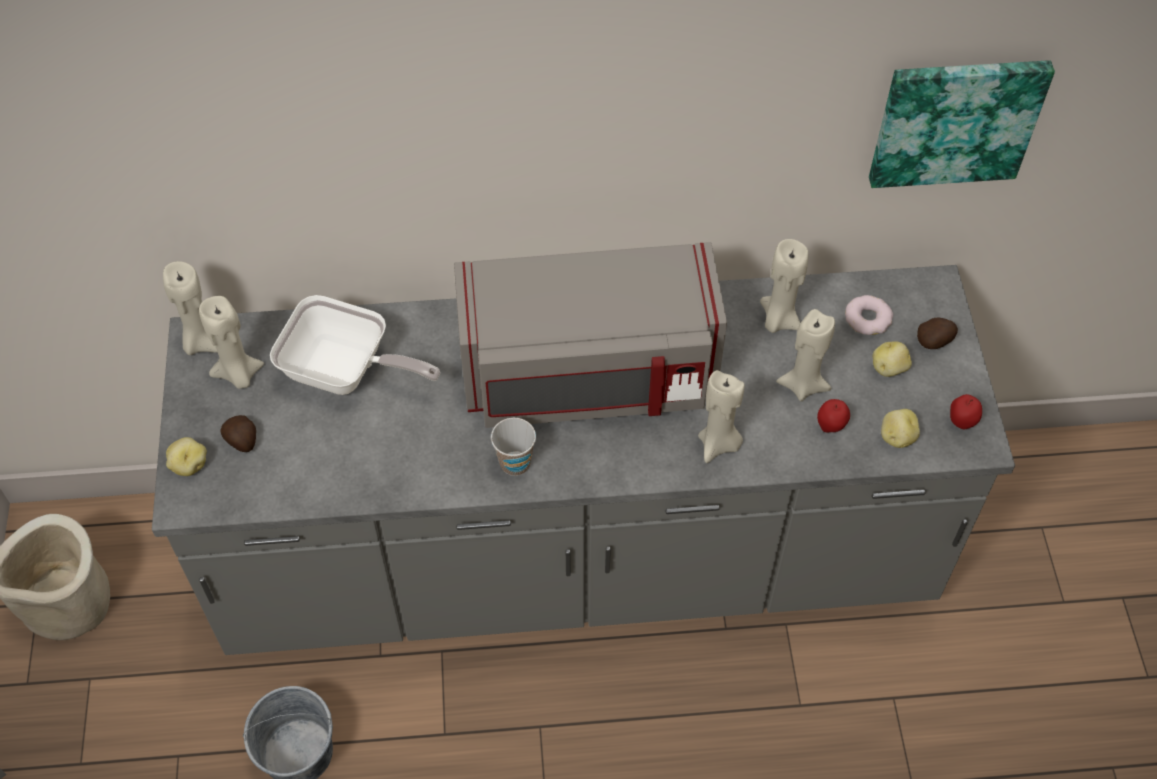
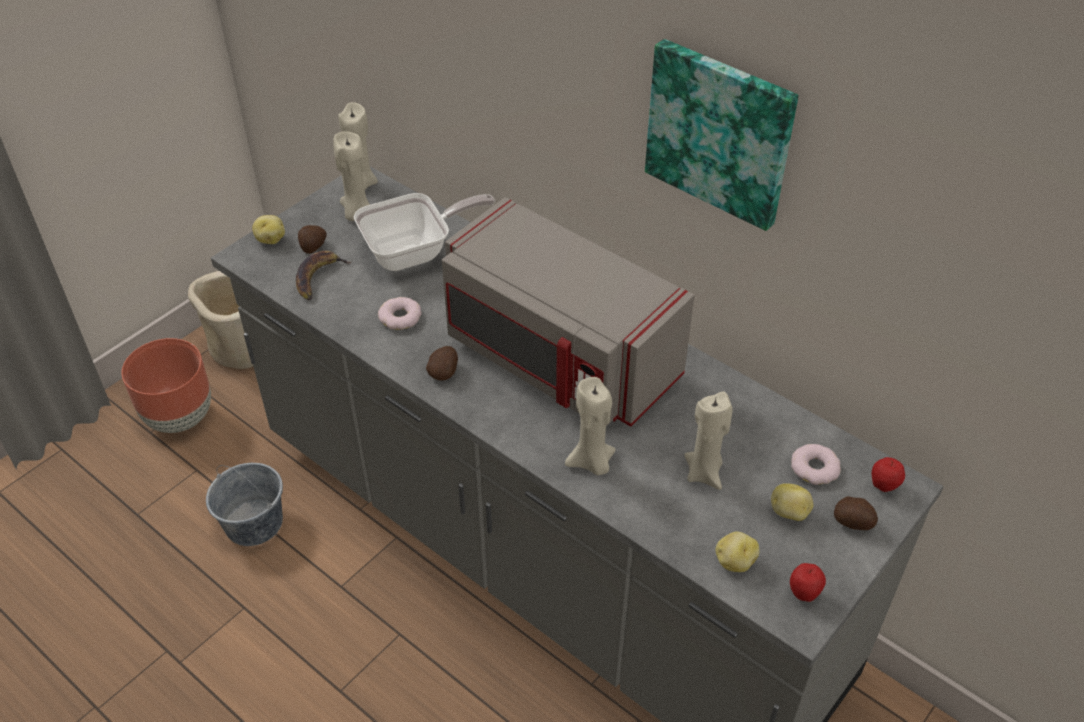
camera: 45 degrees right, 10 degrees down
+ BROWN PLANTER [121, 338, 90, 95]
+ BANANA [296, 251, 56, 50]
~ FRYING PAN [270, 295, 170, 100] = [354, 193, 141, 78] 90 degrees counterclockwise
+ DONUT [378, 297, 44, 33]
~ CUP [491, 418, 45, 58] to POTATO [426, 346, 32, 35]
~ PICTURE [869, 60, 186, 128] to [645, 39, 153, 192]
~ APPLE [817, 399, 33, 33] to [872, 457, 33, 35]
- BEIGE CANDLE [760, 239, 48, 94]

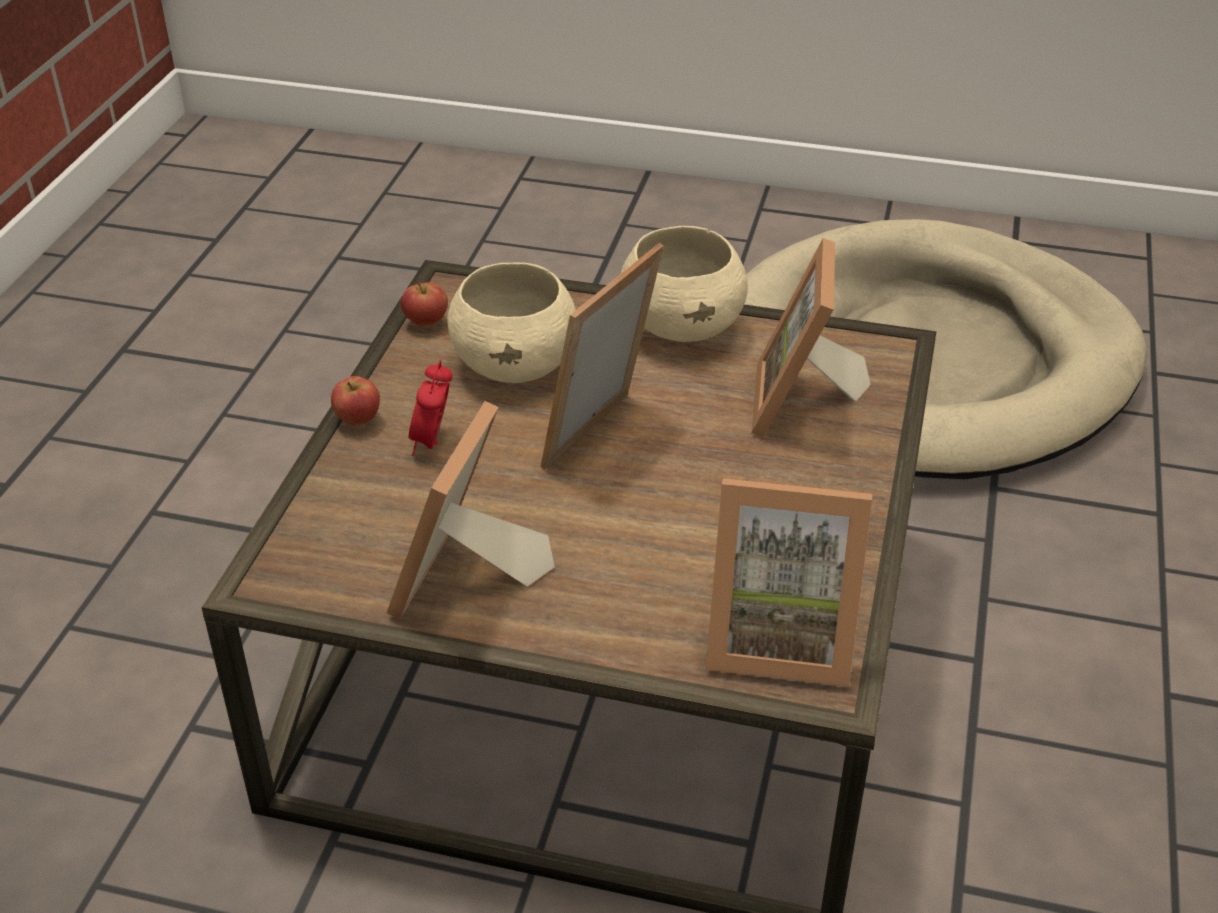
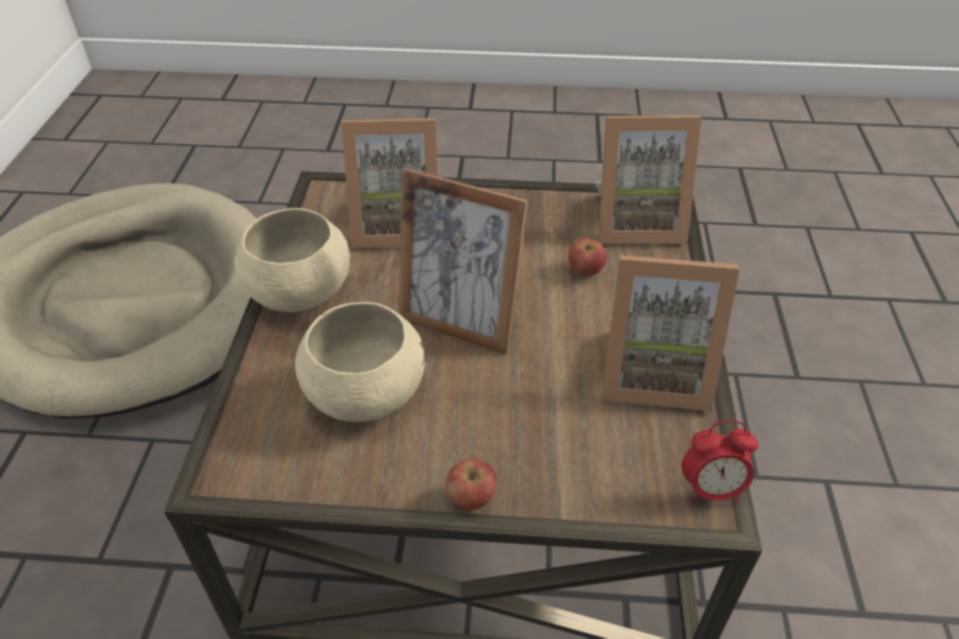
camera: 100 degrees left, 5 degrees up
~ APPLE [401, 281, 47, 45] to [568, 238, 39, 39]
~ PICTURE FRAME [706, 478, 166, 209] = [595, 115, 107, 128] 90 degrees clockwise
~ ALARM CLOCK [408, 360, 45, 96] to [682, 420, 76, 84]

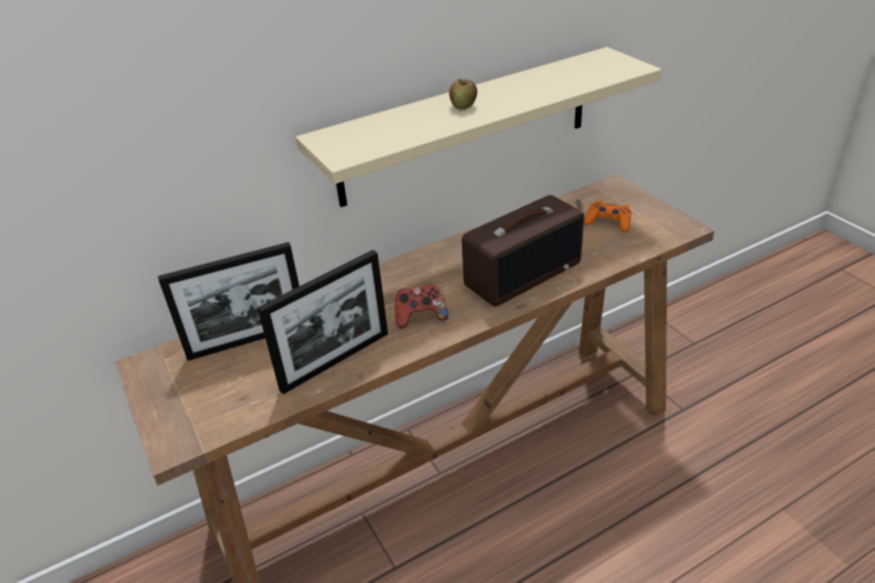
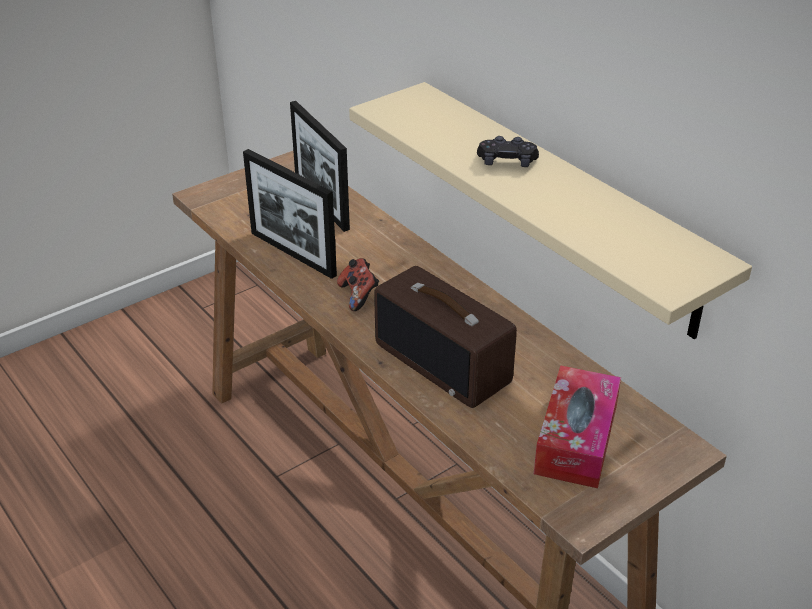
camera: 80 degrees right, 0 degrees up
~ APPLE [449, 79, 28, 31] to BLACK GAME CONTROLLER [477, 136, 62, 31]
~ ORANGE GAME CONTROLLER [584, 201, 47, 31] to TISSUE BOX [534, 365, 87, 123]

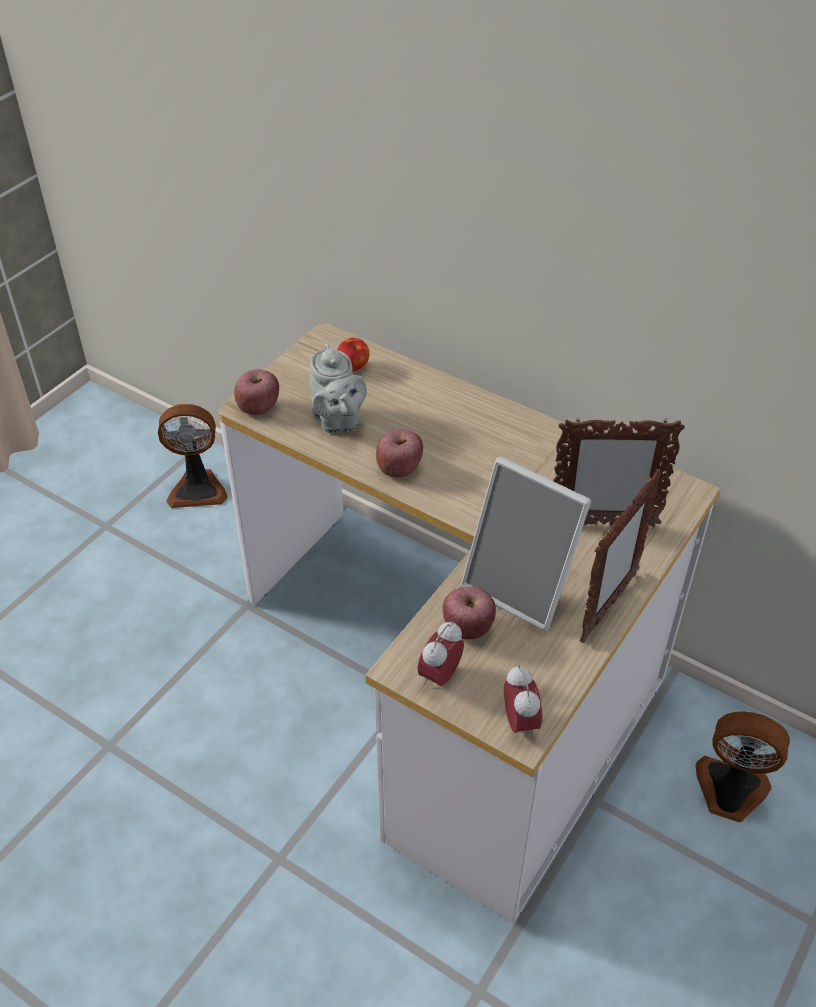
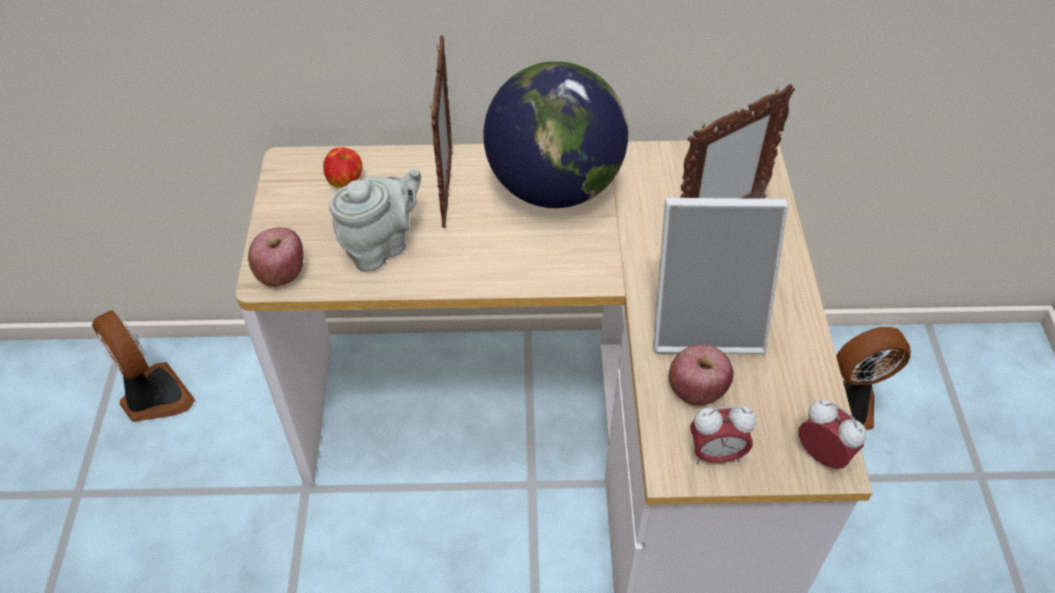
camera: 35 degrees left, 5 degrees up
~ FAN [158, 404, 70, 104] = [92, 310, 103, 112] 90 degrees counterclockwise
~ GREY TEAPOT [309, 344, 58, 89] = [329, 168, 92, 104] 75 degrees counterclockwise
~ PICTURE FRAME [580, 468, 82, 175] to [431, 35, 21, 193]
+ GLOBE [483, 61, 145, 147]
~ ALARM CLOCK [417, 621, 47, 65] = [690, 406, 66, 58] 90 degrees counterclockwise
- APPLE [376, 429, 47, 48]

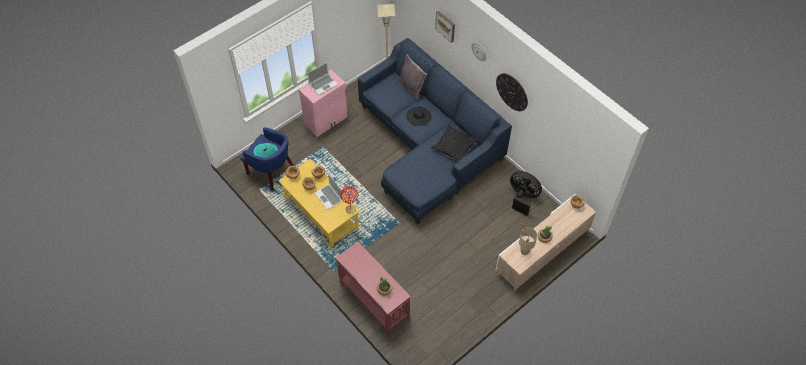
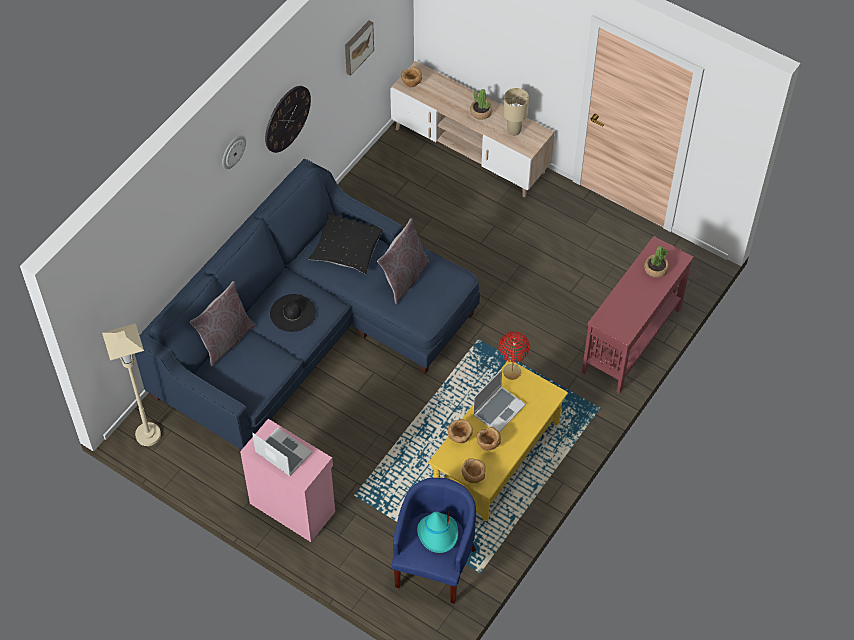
camera: 105 degrees left, 0 degrees up
~ PICTURE [435, 11, 20, 32] to [345, 20, 29, 56]
+ GREY PILLOW [377, 218, 53, 86]
- BLACK FAN [510, 171, 32, 45]

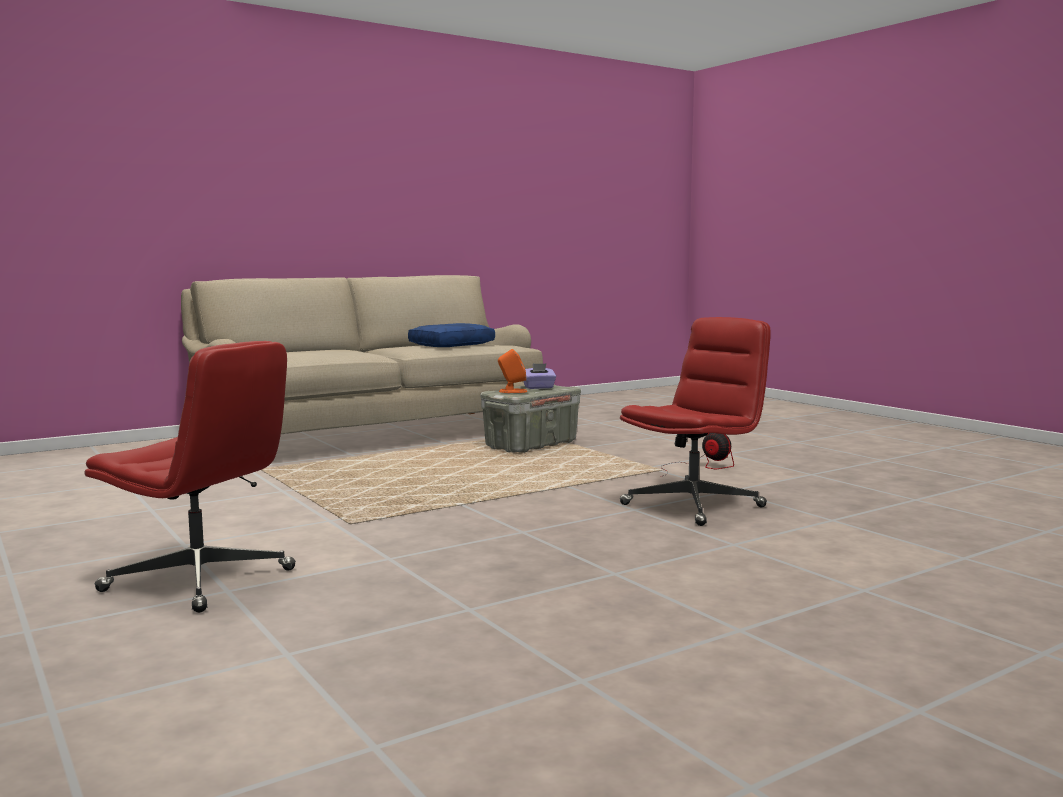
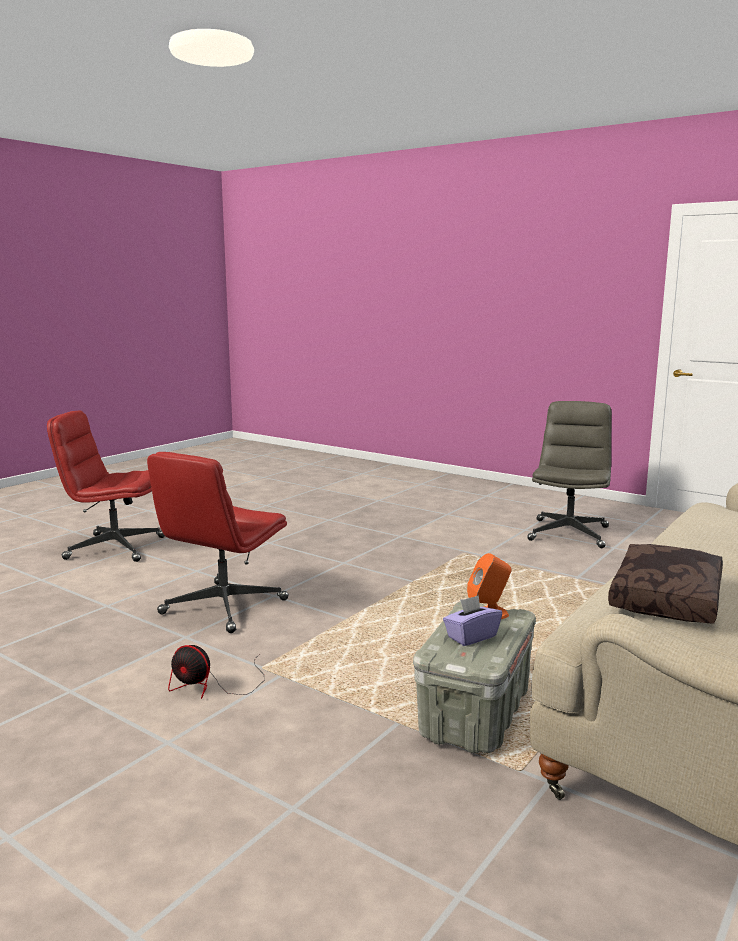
camera: 160 degrees right, 5 degrees up
~ RED OFFICE CHAIR [85, 341, 211, 272] to [47, 411, 118, 151]
+ GREY OFFICE CHAIR [528, 401, 84, 147]
~ BLUE PILLOW [408, 323, 87, 24] to BROWN PILLOW [608, 544, 115, 80]

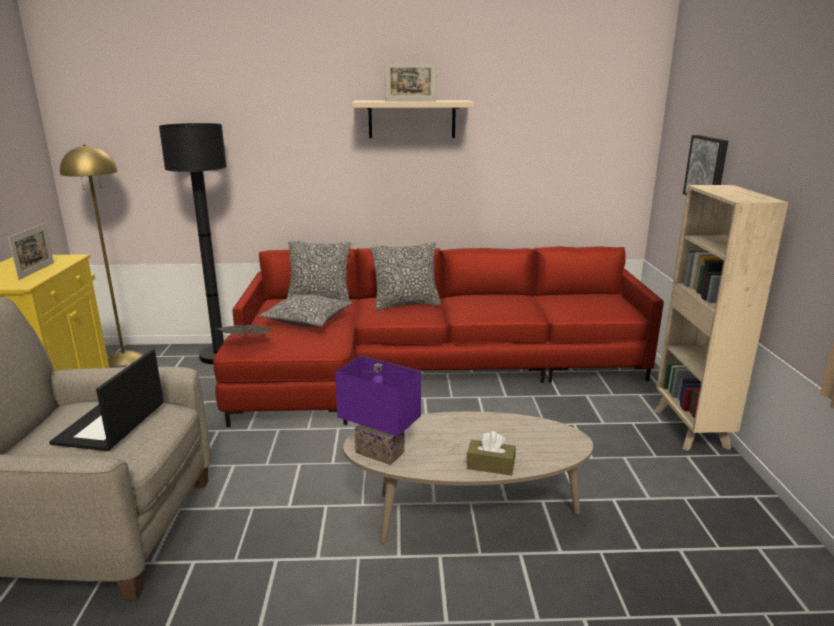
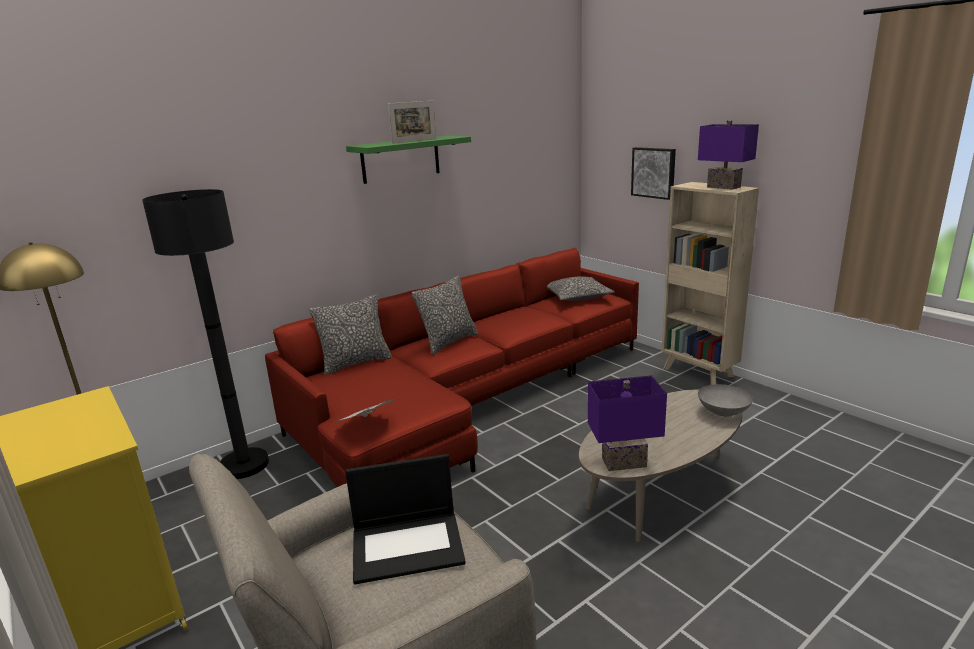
camera: 35 degrees left, 0 degrees up
~ LAPTOP [49, 349, 115, 102] = [345, 454, 121, 131] 75 degrees counterclockwise
~ BEIGE SHELF [352, 100, 122, 38] to GREEN SHELF [346, 136, 125, 48]
~ PILLOW [258, 294, 95, 33] to [547, 276, 68, 25]
+ PURPLE TABLE LAMP [698, 120, 61, 70]
+ GREY BOWL [698, 384, 55, 33]
- PICTURE FRAME [8, 223, 46, 57]
- BROWN TISSUE BOX [467, 431, 49, 45]

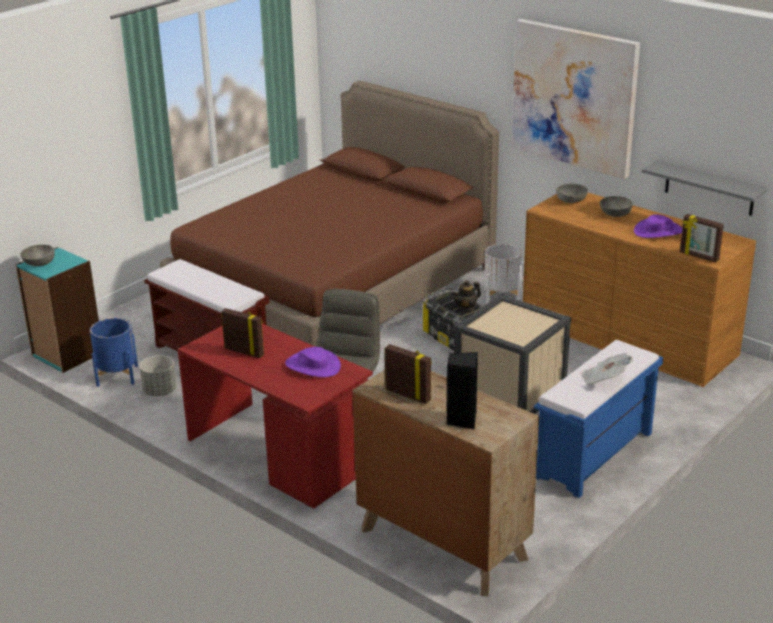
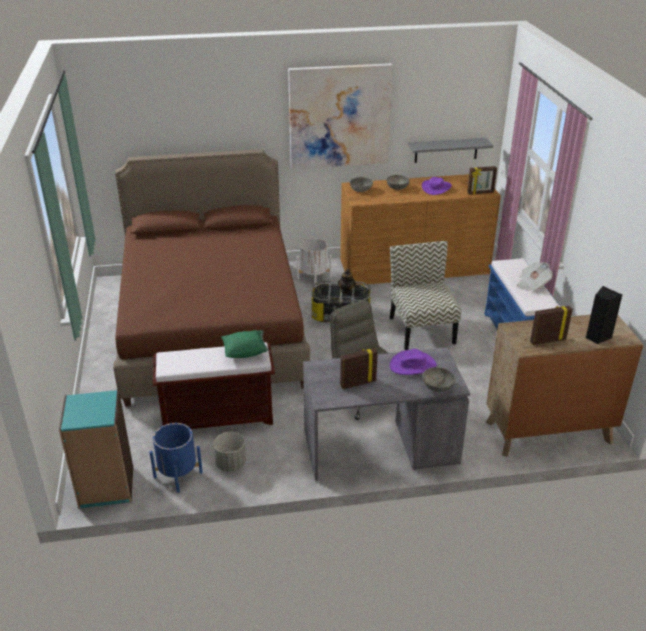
camera: 50 degrees left, 5 degrees up
+ GREEN PILLOW [221, 330, 47, 28]
~ RED DESK [178, 324, 195, 185] to GREY DESK [303, 348, 167, 133]
~ BEIGE STORAGE BOX [454, 294, 117, 120] to CHAIR [390, 241, 71, 109]
~ GREY BOWL [20, 245, 35, 21] to [423, 367, 32, 25]

